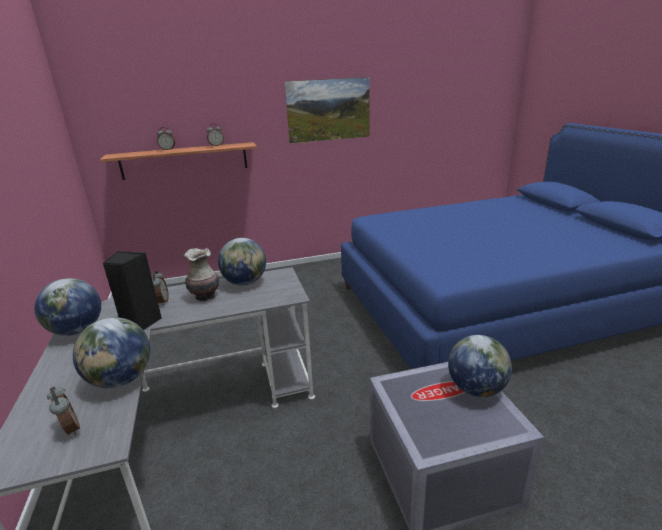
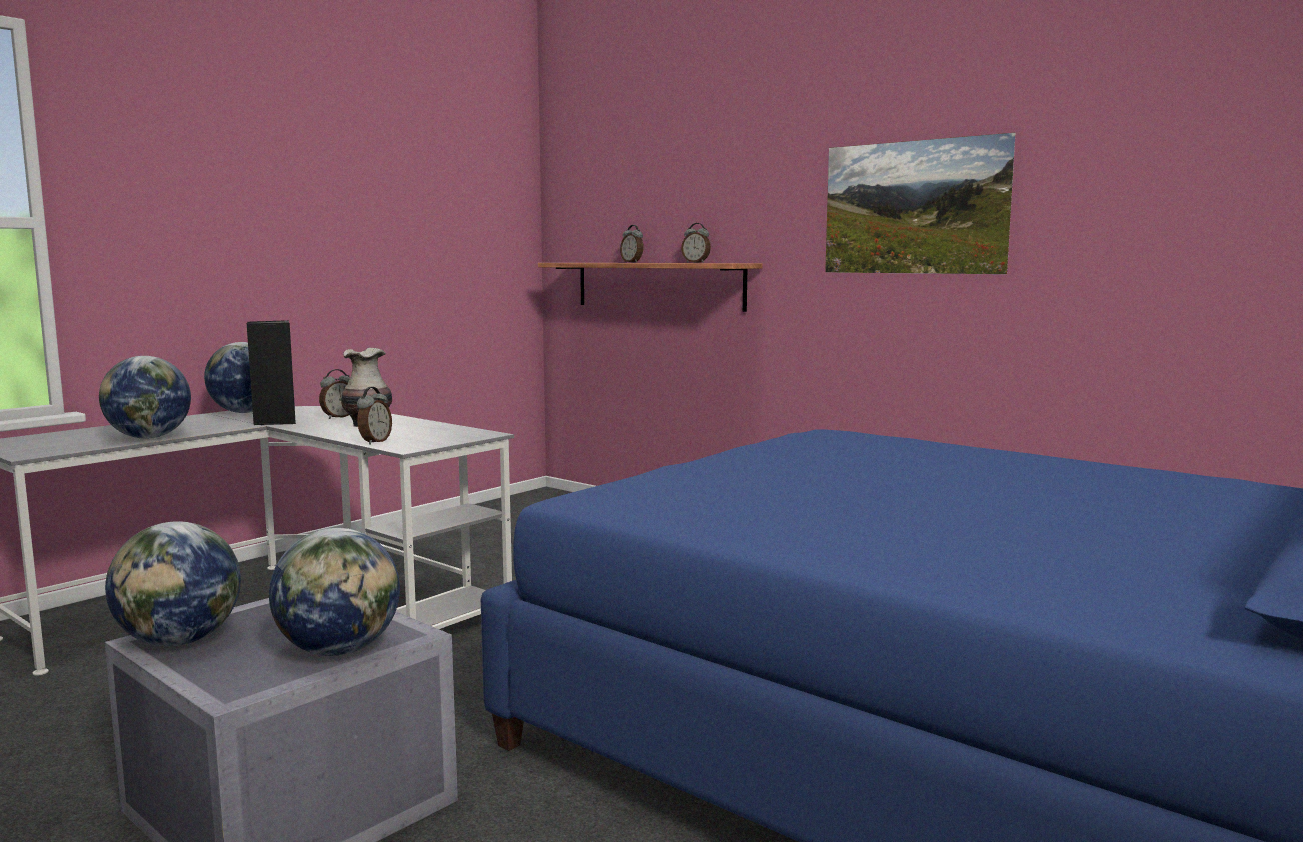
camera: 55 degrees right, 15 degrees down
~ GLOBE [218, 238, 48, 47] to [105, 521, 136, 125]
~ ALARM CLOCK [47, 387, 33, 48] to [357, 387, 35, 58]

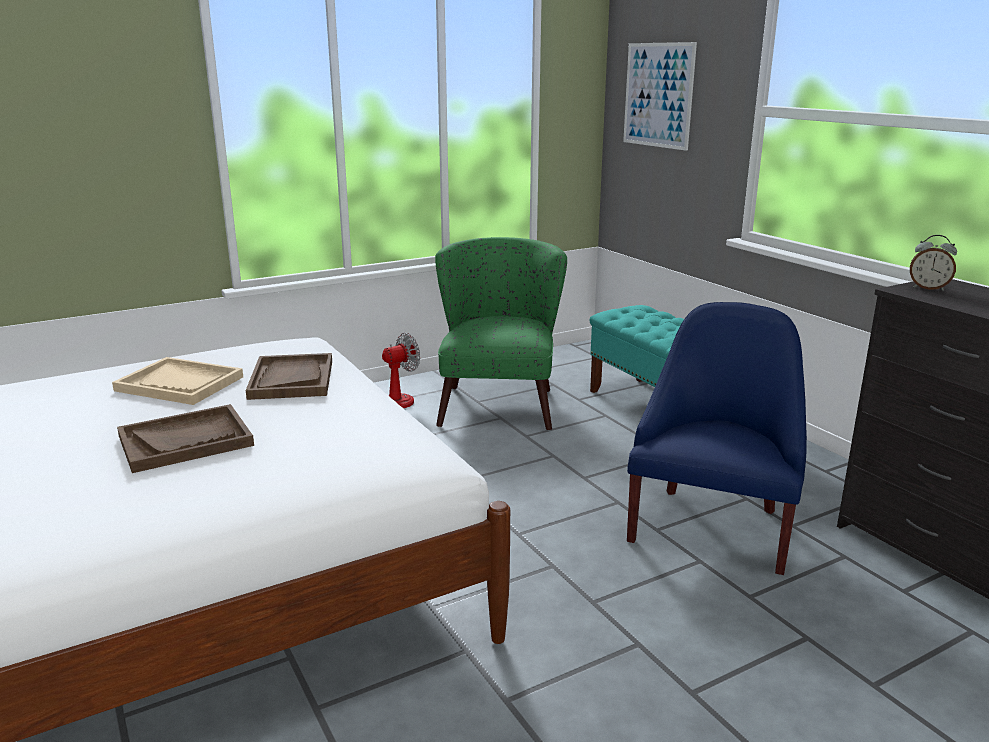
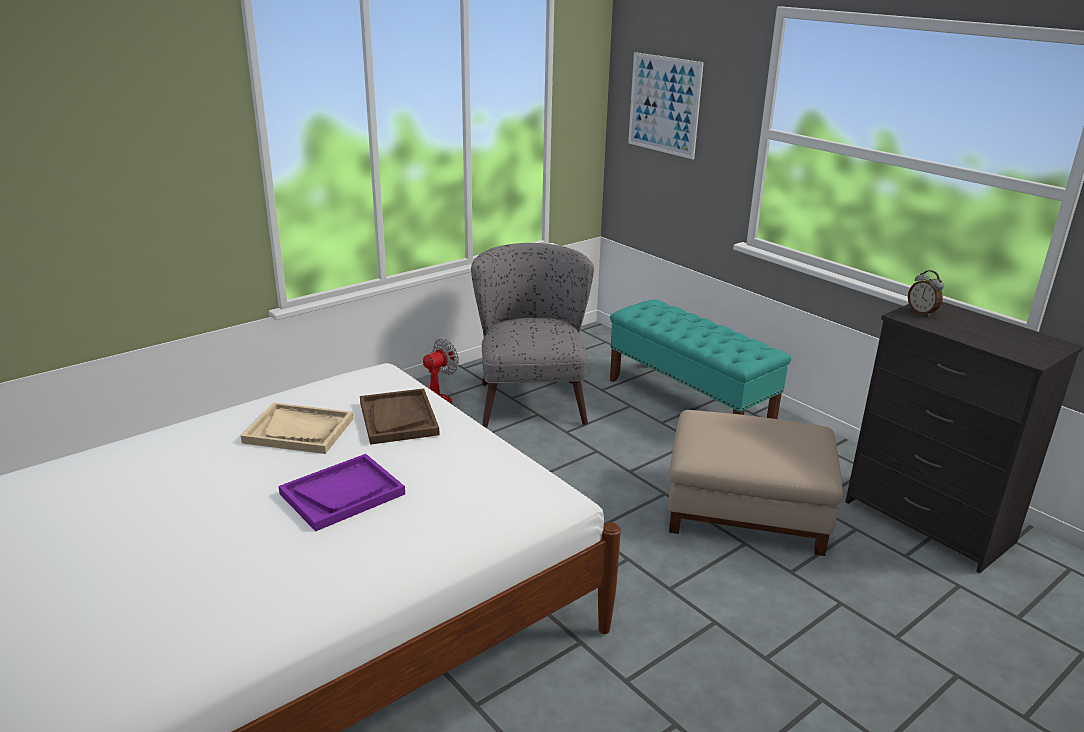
camera: 10 degrees left, 5 degrees up
~ BROWN TRAY [117, 404, 137, 69] to PURPLE TRAY [279, 454, 126, 77]
~ GREEN ARMCHAIR [435, 237, 132, 193] to GREY ARMCHAIR [471, 243, 123, 185]
~ BLUE ARMCHAIR [627, 302, 180, 273] to BEIGE OTTOMAN [668, 410, 175, 146]
~ ALARM CLOCK [910, 235, 47, 56] = [908, 270, 36, 46] 45 degrees clockwise

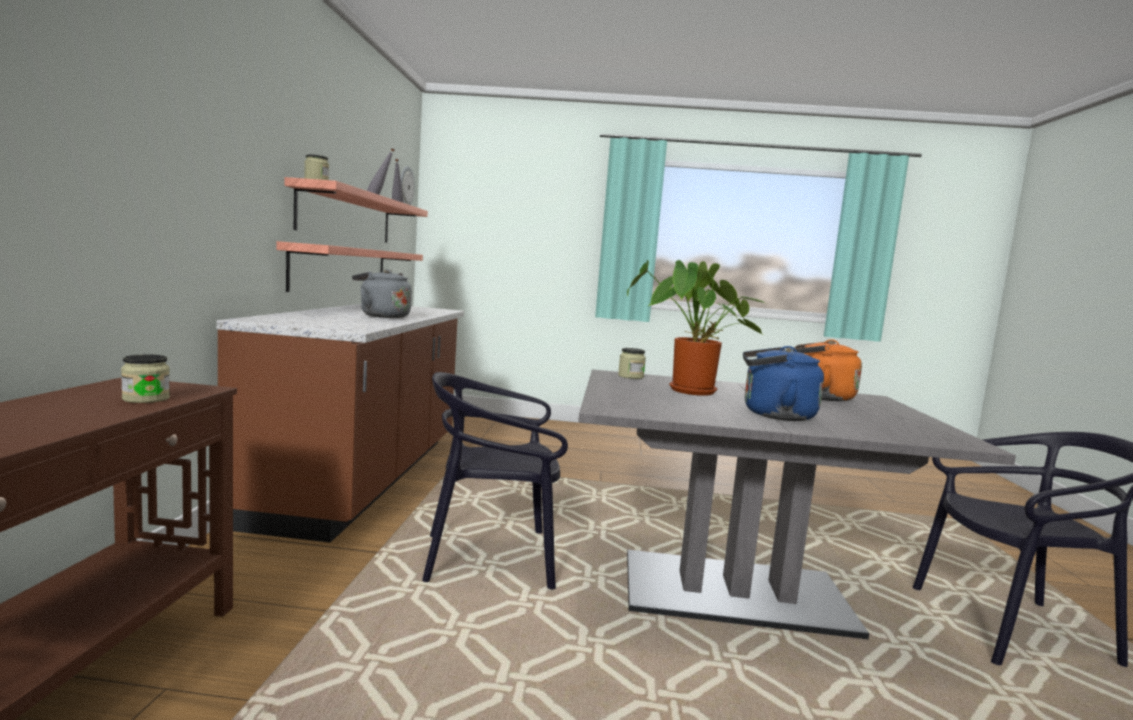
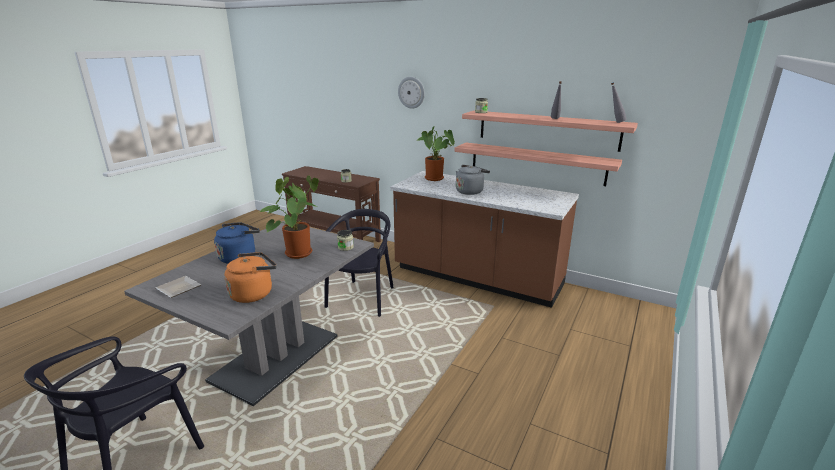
camera: 115 degrees right, 15 degrees up
+ PLATE [155, 276, 46, 22]
~ WALL CLOCK [401, 166, 14, 39] to [398, 77, 27, 32]
+ POTTED PLANT [416, 125, 39, 56]

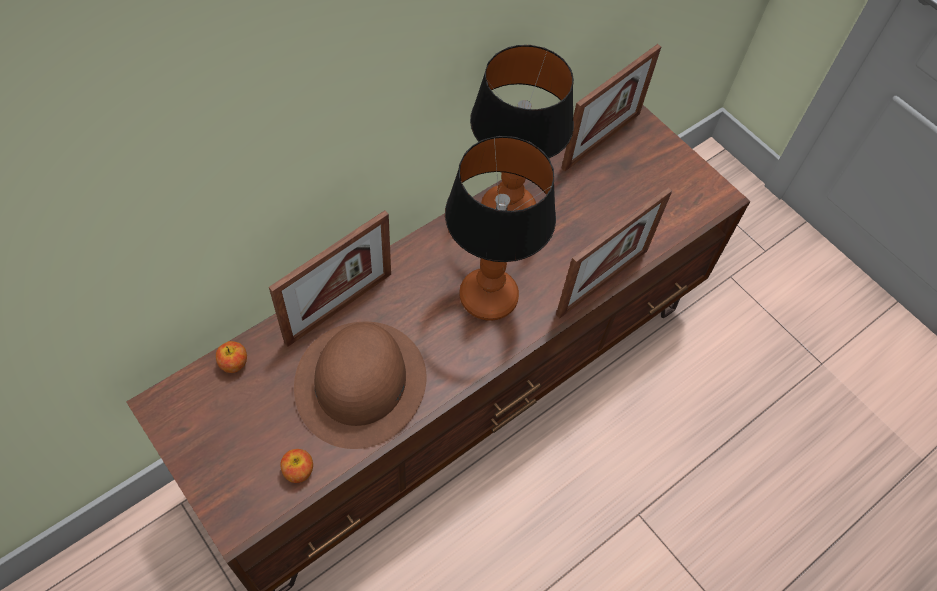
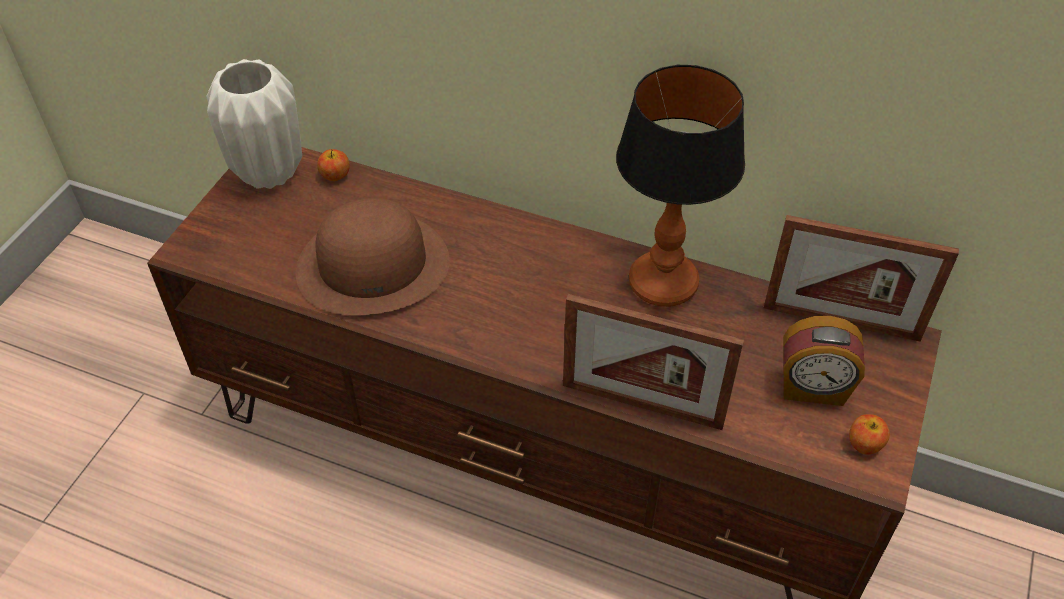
camera: 65 degrees right, 10 degrees down
+ WHITE VASE [206, 59, 96, 130]
+ ALARM CLOCK [783, 316, 82, 90]
~ APPLE [280, 449, 33, 34] to [849, 414, 41, 41]
- PICTURE FRAME [269, 210, 122, 137]
- TABLE LAMP [445, 136, 111, 185]

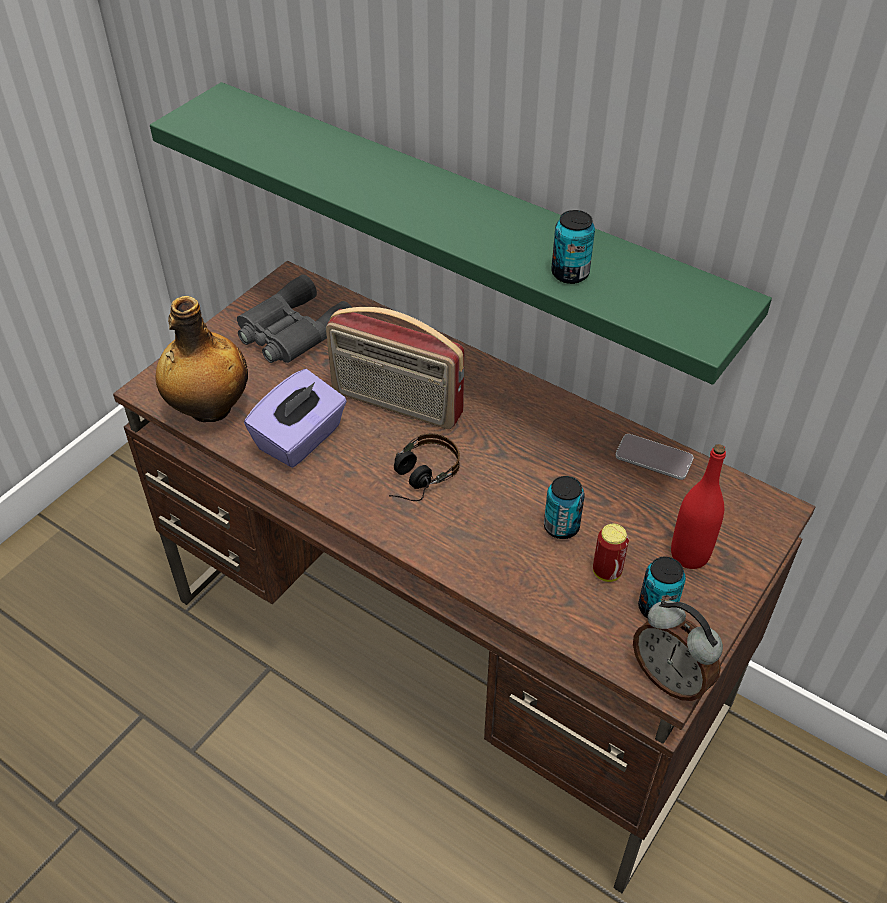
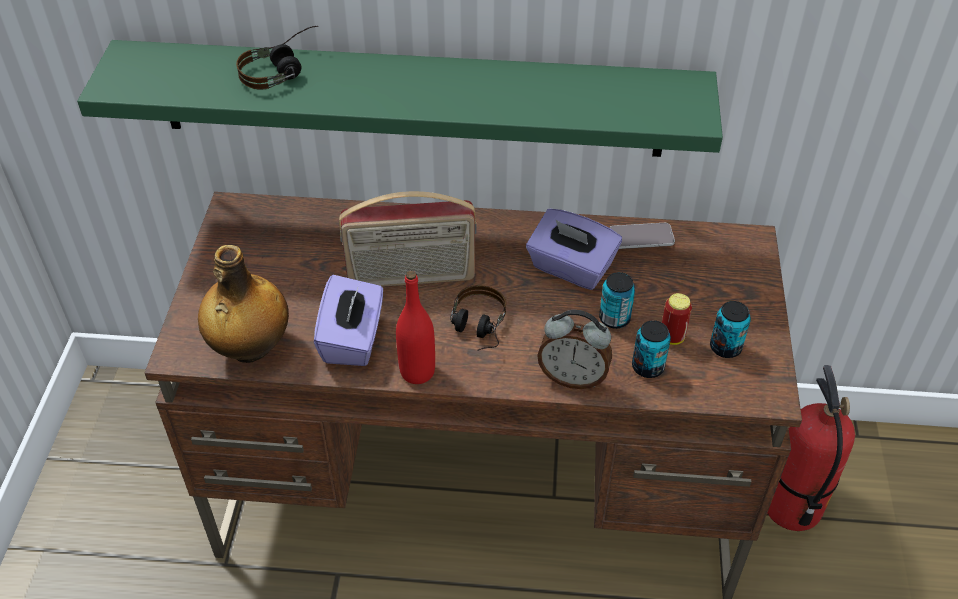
camera: 30 degrees left, 0 degrees up
+ HEADPHONES [236, 26, 82, 64]
~ RED BOTTLE [671, 444, 55, 125] to [396, 271, 39, 113]
+ PURPLE TISSUE BOX [526, 209, 96, 81]
~ ALARM CLOCK [633, 601, 90, 100] to [537, 310, 75, 79]
~ CAN [551, 210, 44, 74] to [632, 320, 39, 58]
+ FIRE EXTINGUISHER [767, 365, 88, 166]
- GREY BINOCULARS [237, 275, 115, 88]

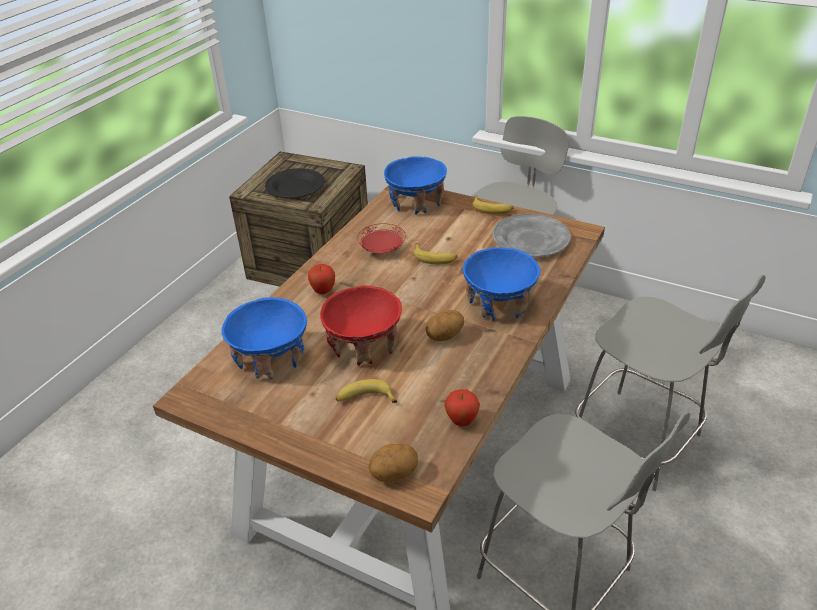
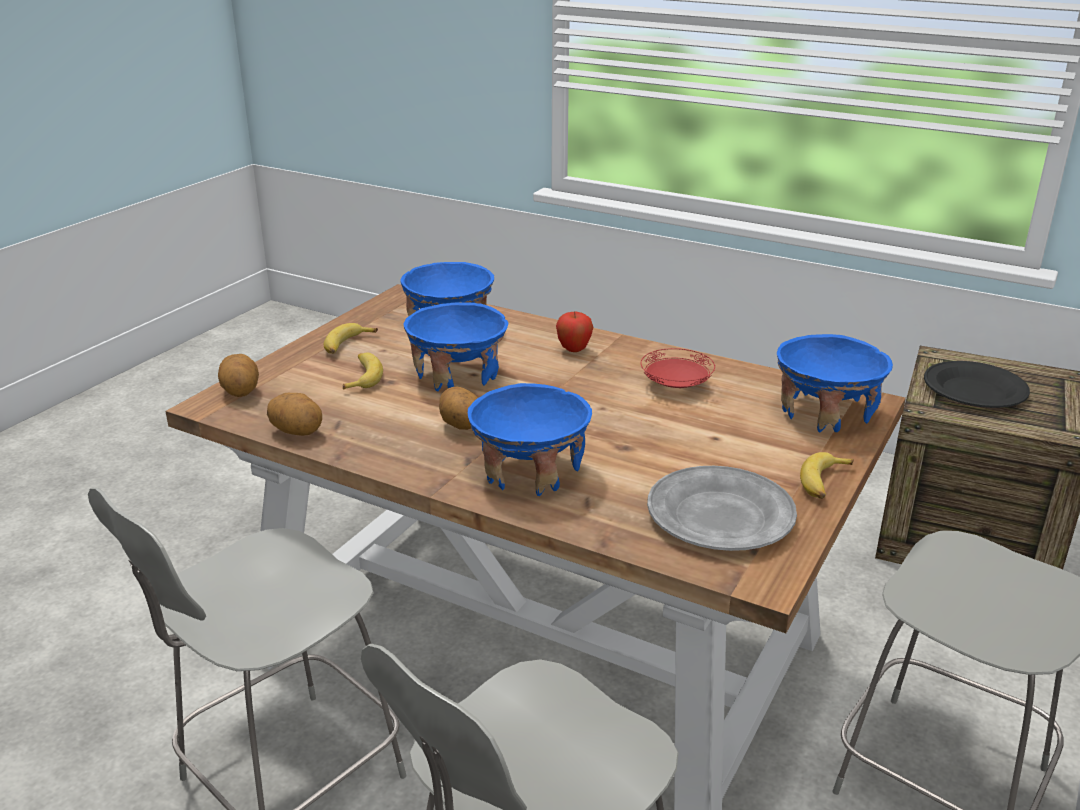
camera: 90 degrees right, 10 degrees down
~ APPLE [445, 389, 35, 38] to POTATO [267, 393, 55, 43]
~ BANANA [413, 243, 45, 21] to [324, 323, 54, 31]
~ RED BOWL [320, 286, 82, 80] to BLUE BOWL [404, 303, 104, 89]

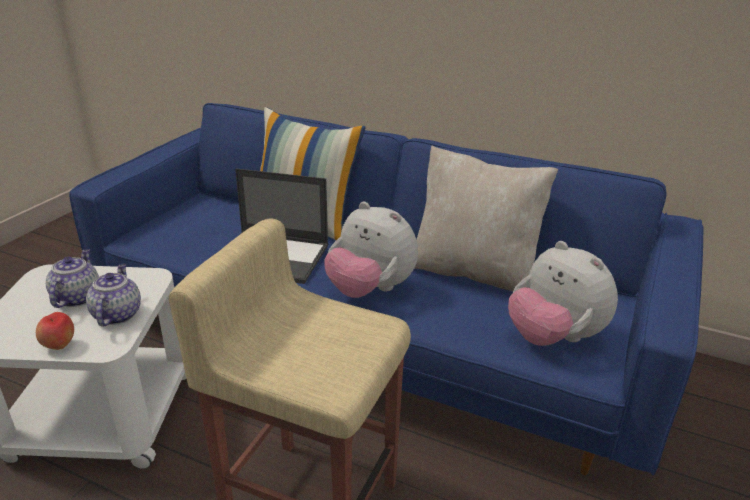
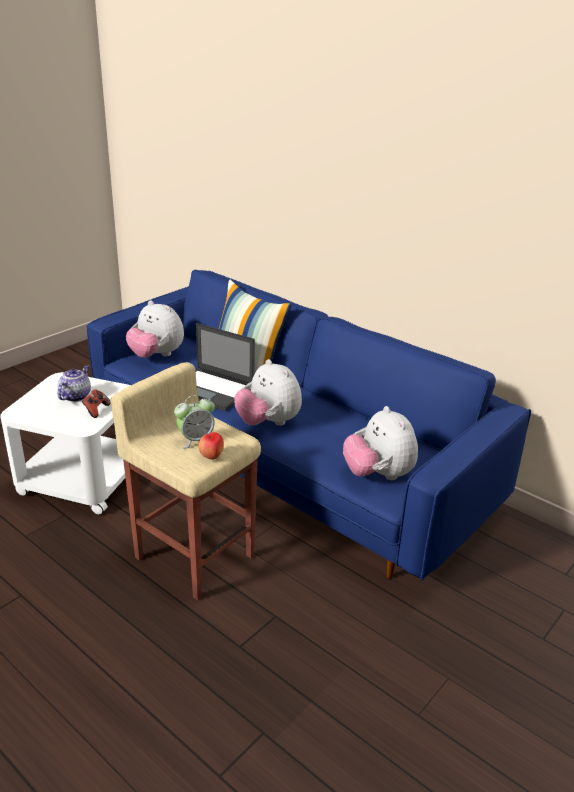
camera: 15 degrees right, 0 degrees up
~ TEAPOT [86, 264, 55, 62] to GAME CONTROLLER [82, 389, 29, 29]
+ PLUSH TOY [126, 300, 58, 58]
+ ALARM CLOCK [174, 395, 41, 54]
~ APPLE [36, 312, 38, 38] to [199, 432, 25, 28]
- BEIGE PILLOW [415, 146, 143, 145]

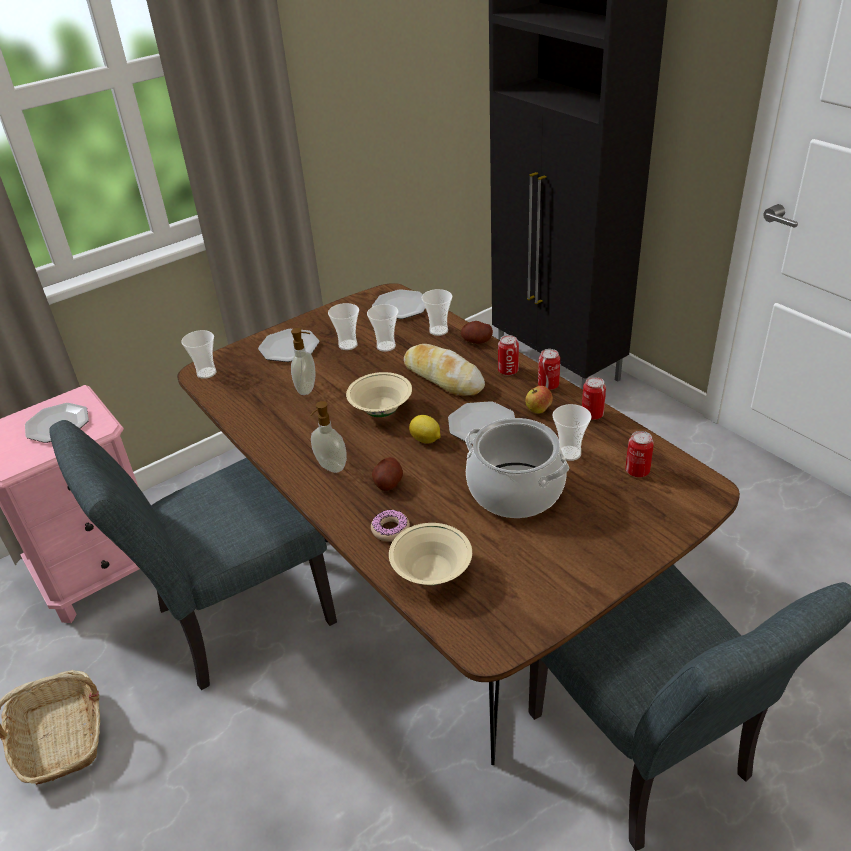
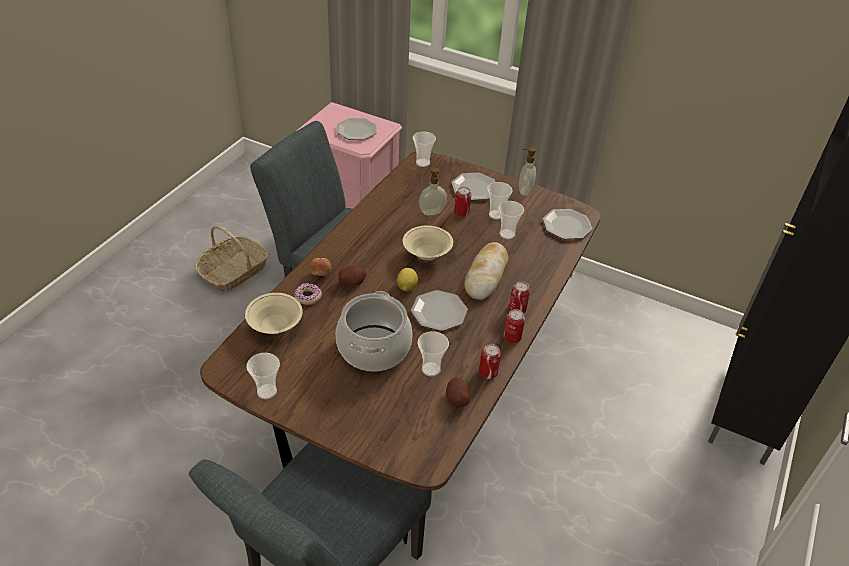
camera: 60 degrees right, 5 degrees up
~ CUP [421, 289, 31, 47] to [246, 353, 34, 46]
~ APPLE [525, 386, 28, 27] to [310, 256, 22, 20]
~ POTATO [461, 321, 32, 23] to [446, 378, 24, 29]
~ CAN [625, 431, 29, 46] to [454, 187, 17, 30]
~ SOAP DISPENSER [310, 401, 37, 72] to [519, 147, 17, 49]

